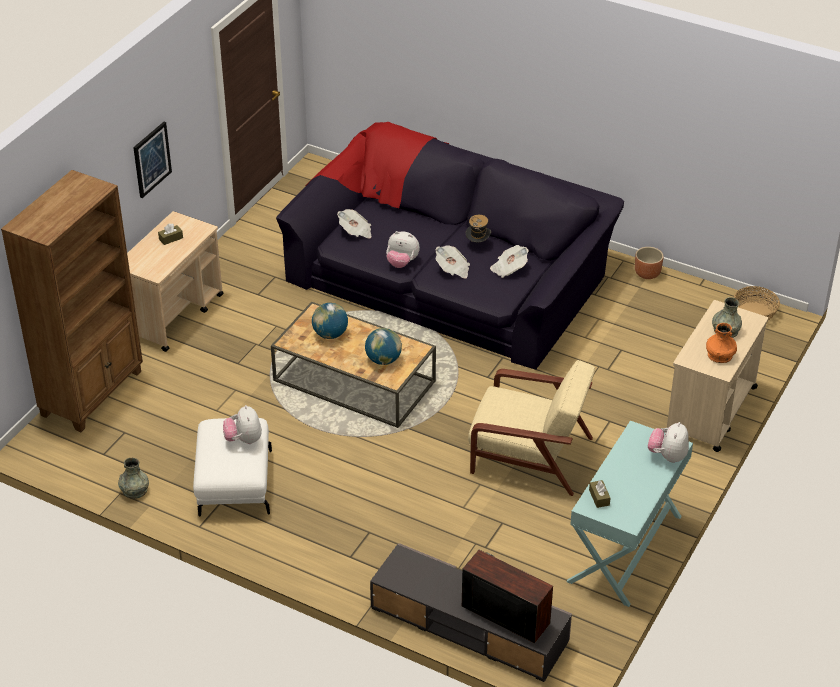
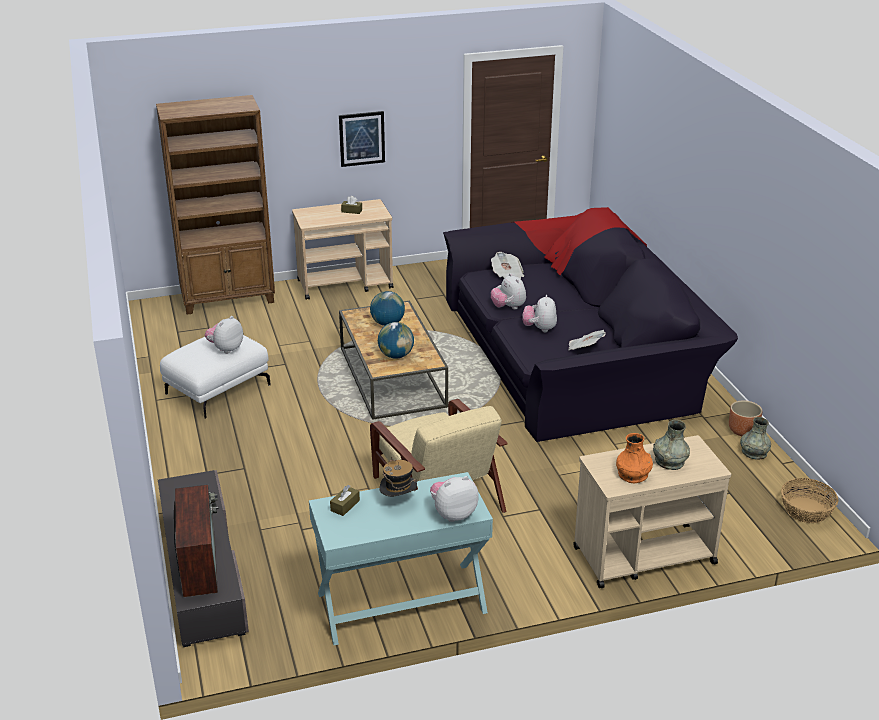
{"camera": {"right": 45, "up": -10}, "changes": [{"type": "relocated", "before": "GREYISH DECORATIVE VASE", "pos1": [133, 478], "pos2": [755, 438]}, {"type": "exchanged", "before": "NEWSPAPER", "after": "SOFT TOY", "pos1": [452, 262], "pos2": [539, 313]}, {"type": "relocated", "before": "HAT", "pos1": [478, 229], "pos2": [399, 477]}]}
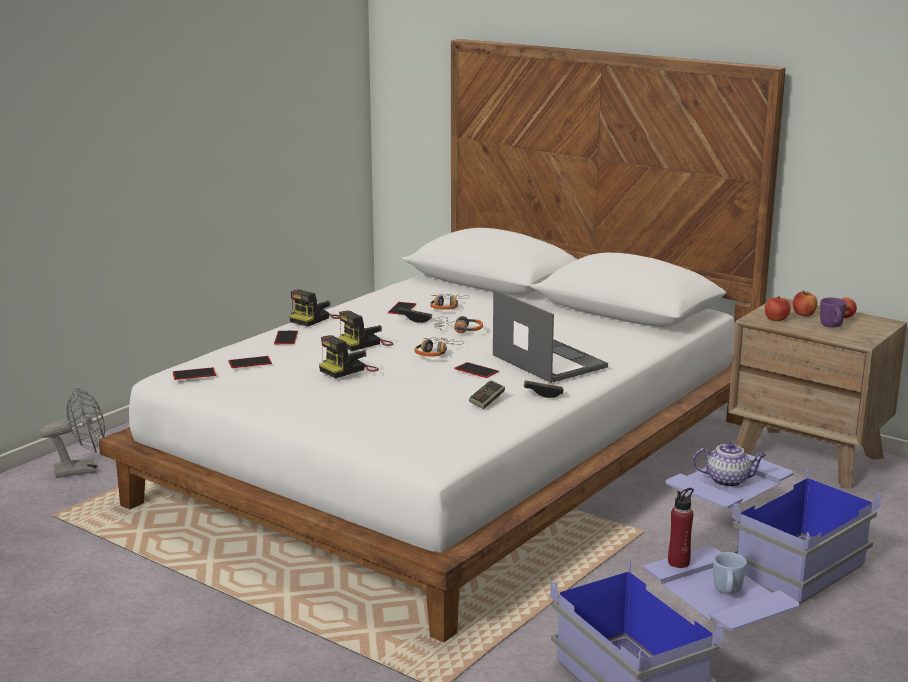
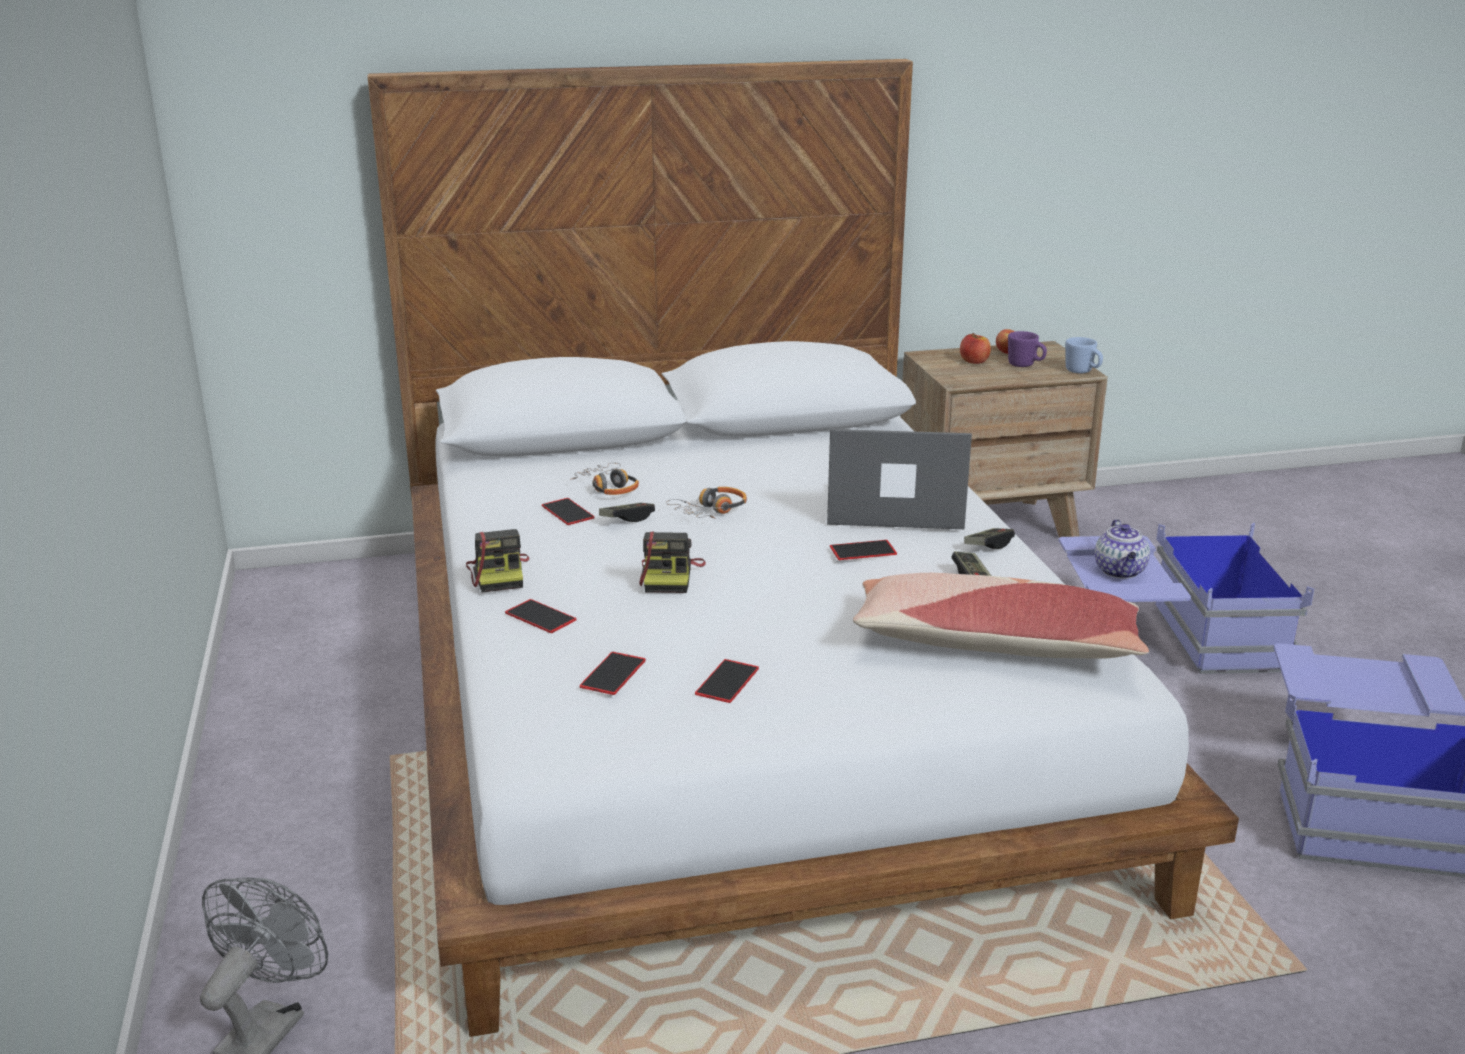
{"camera": {"right": -50, "up": 5}, "changes": [{"type": "relocated", "before": "HANDSET", "pos1": [194, 373], "pos2": [727, 681]}, {"type": "missing", "before": "STILL CAMERA", "pos1": [349, 356]}, {"type": "missing", "before": "HEADSET", "pos1": [439, 346]}, {"type": "missing", "before": "REDDISH DRINK BOTTLE", "pos1": [681, 528]}, {"type": "spun", "before": "TEA POT", "pos1": [729, 464], "pos2": [1122, 549], "turn": 135}, {"type": "relocated", "before": "BLUISH MUG", "pos1": [730, 573], "pos2": [1084, 355]}, {"type": "missing", "before": "WHOLE APPLE", "pos1": [778, 308]}, {"type": "appeared", "after": "THROW PILLOW", "pos2": [1001, 616]}]}
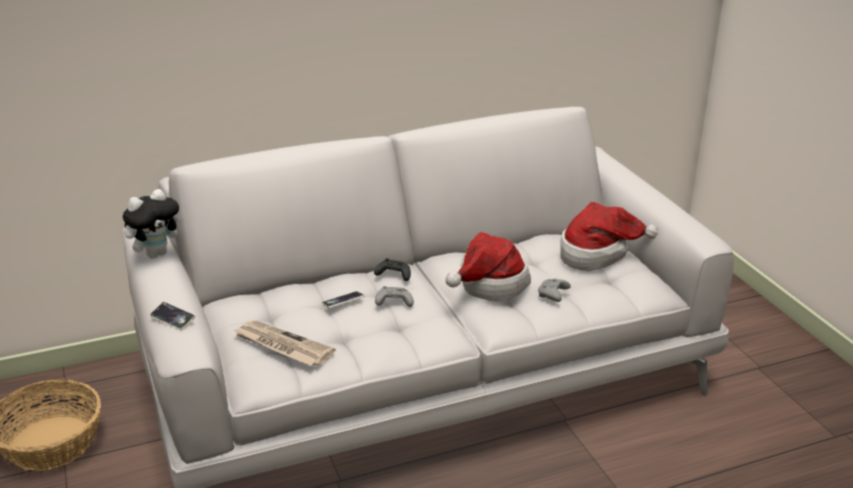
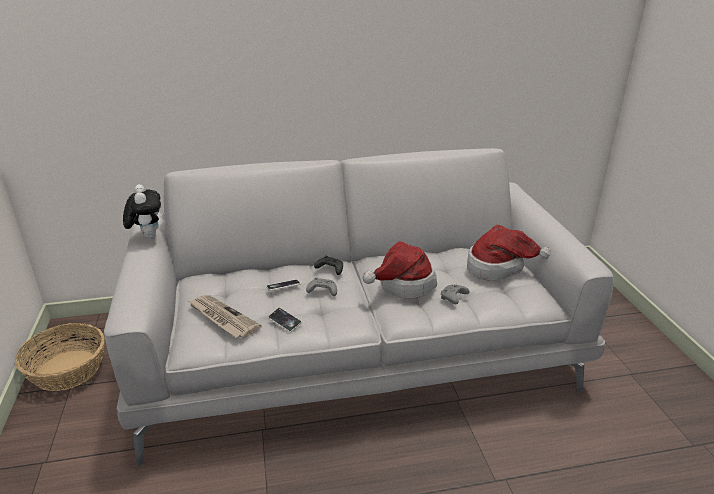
{"camera": {"right": 10, "up": 0}, "changes": [{"type": "spun", "before": "SOFT TOY", "pos1": [152, 223], "pos2": [142, 211], "turn": -75}, {"type": "relocated", "before": "HANDSET", "pos1": [172, 316], "pos2": [285, 320]}]}
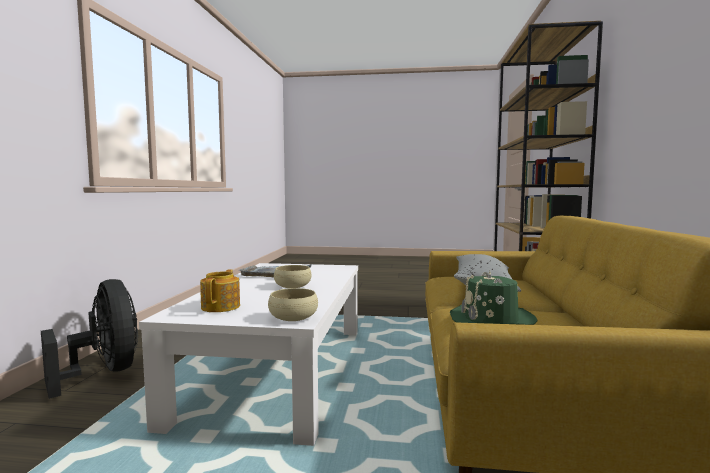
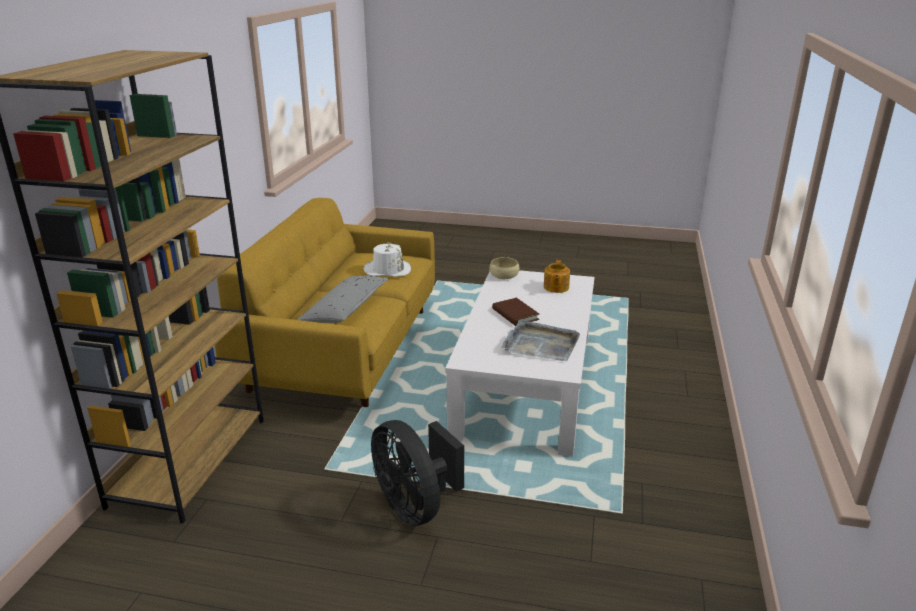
{"camera": {"right": -175, "up": 20}, "changes": [{"type": "relocated", "before": "BLACK-COLOURED FAN", "pos1": [89, 339], "pos2": [417, 473]}, {"type": "exchanged", "before": "BEIGE-COLOURED BOWL", "after": "BROWNISH VOLUME", "pos1": [293, 276], "pos2": [515, 312]}, {"type": "colour", "before": "GREENISH HAT", "after": "WHITE-COLOURED HAT", "pos1": [494, 298], "pos2": [387, 259]}]}
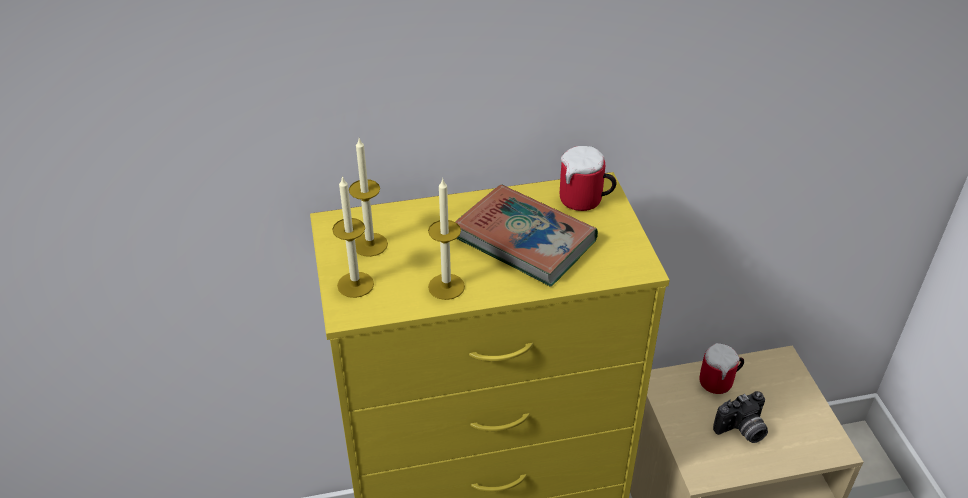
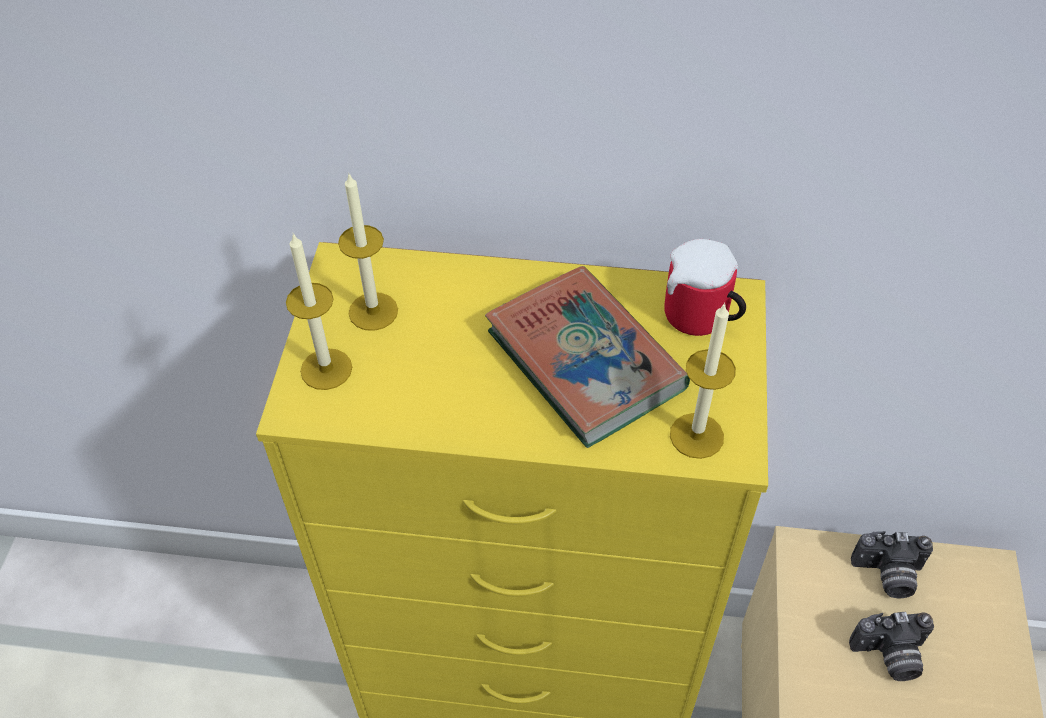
{"camera": {"right": 20, "up": 10}, "changes": [{"type": "relocated", "before": "WAX LIGHT", "pos1": [446, 239], "pos2": [703, 380]}, {"type": "exchanged", "before": "MUG", "after": "STILL CAMERA", "pos1": [721, 368], "pos2": [892, 564]}]}
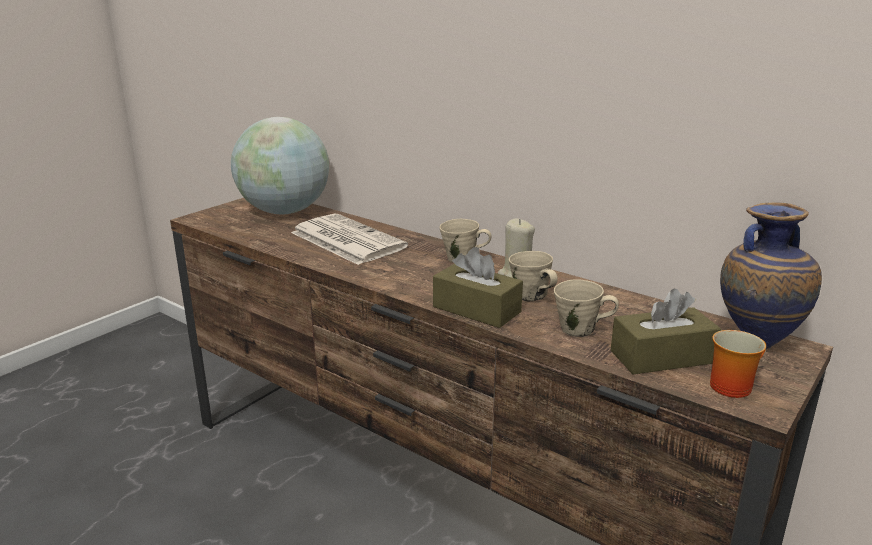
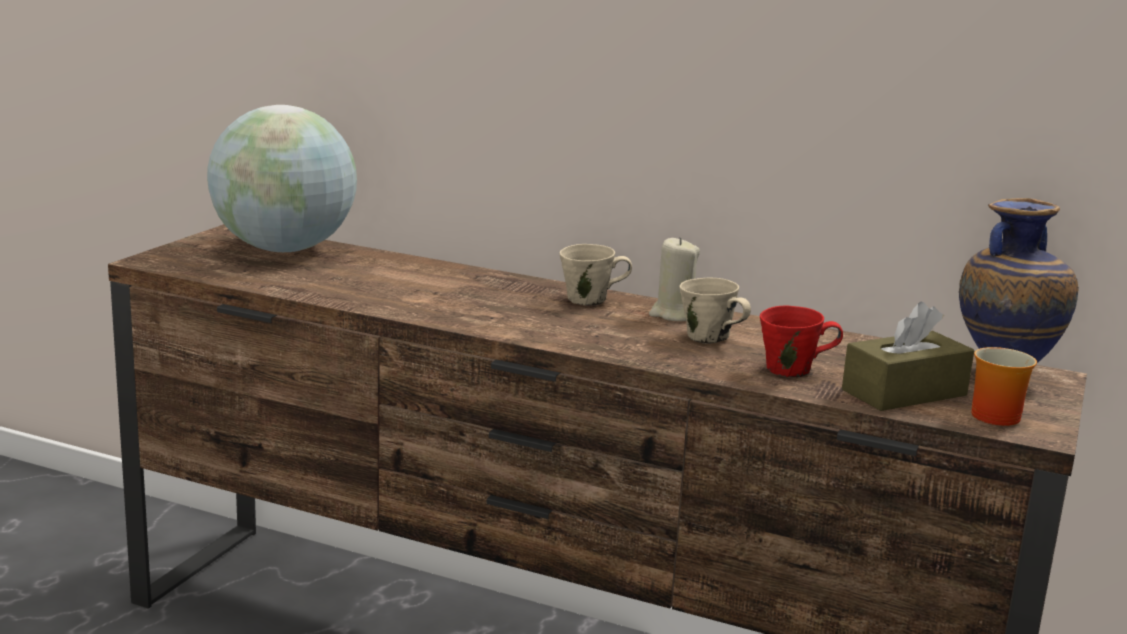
{"camera": {"right": -15, "up": -5}, "changes": [{"type": "missing", "before": "NEWSPAPER", "pos1": [349, 239]}, {"type": "missing", "before": "BROWNISH BOX OF TISSUES", "pos1": [478, 287]}, {"type": "colour", "before": "BEIGE-COLOURED MUG", "after": "REDDISH MUG", "pos1": [586, 308], "pos2": [801, 341]}]}
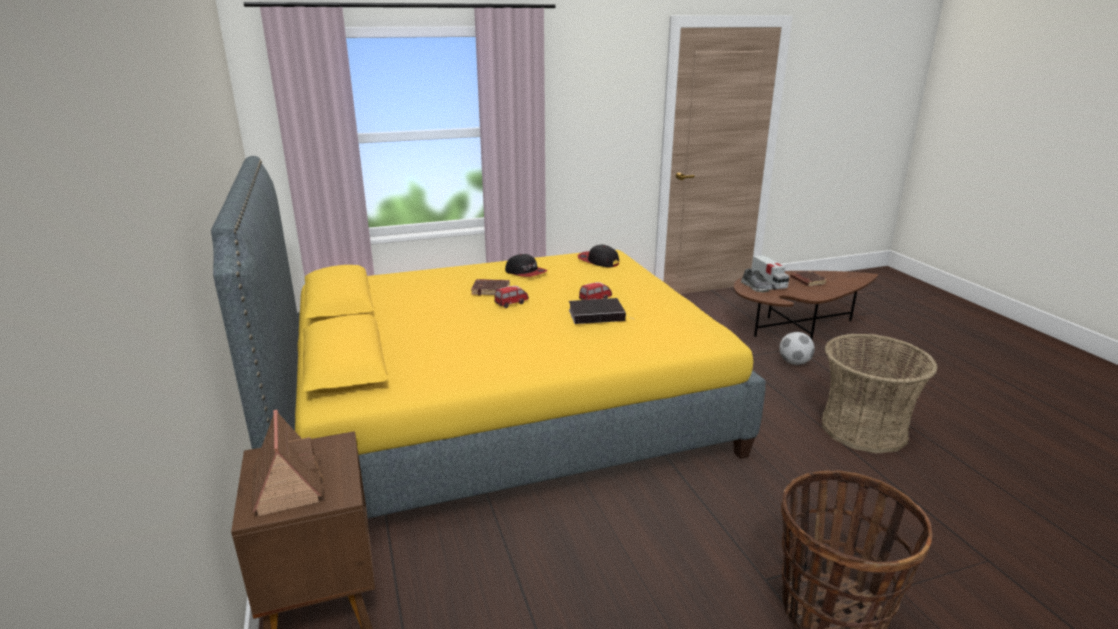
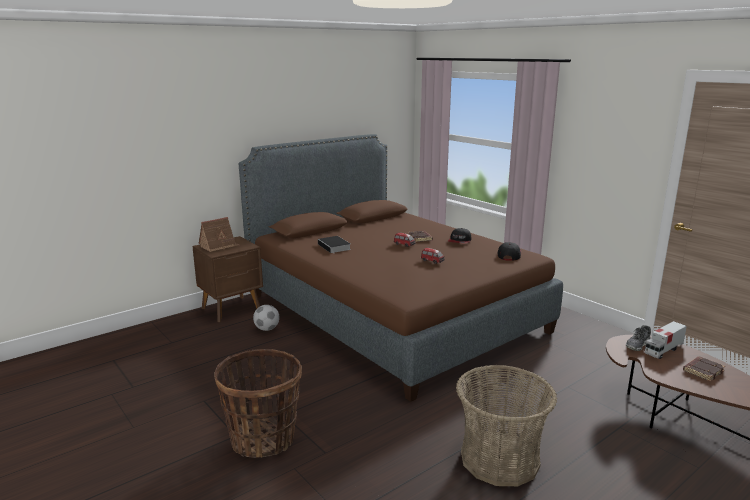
{"camera": {"right": 70, "up": -5}, "changes": [{"type": "colour", "before": "YELLOW-COLOURED BEDROOM BED", "after": "BROWNISH BEDROOM BED", "pos1": [488, 337], "pos2": [401, 268]}, {"type": "relocated", "before": "VOLUME", "pos1": [600, 311], "pos2": [334, 245]}, {"type": "relocated", "before": "FOOTBALL BALL", "pos1": [797, 348], "pos2": [266, 318]}]}
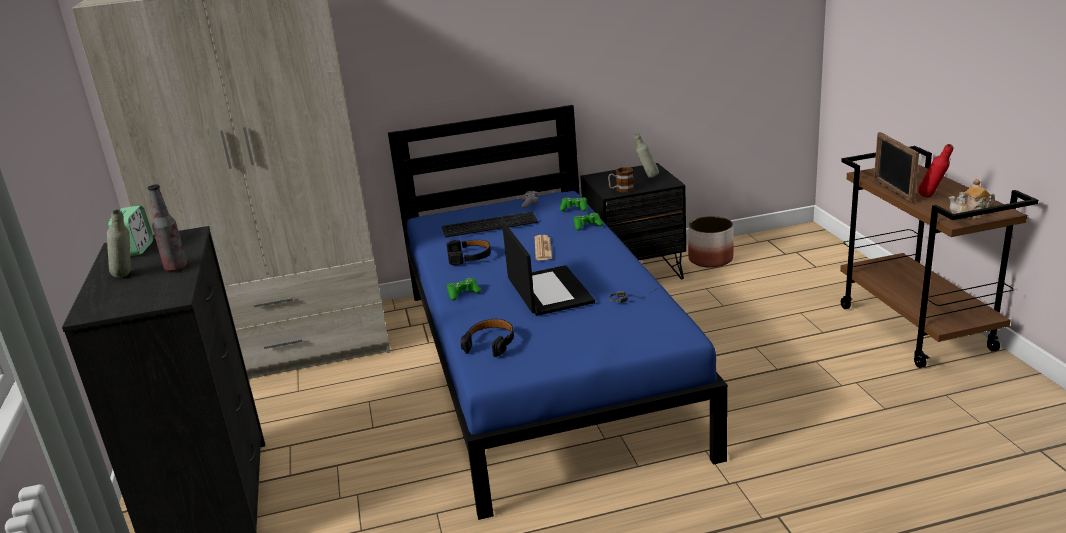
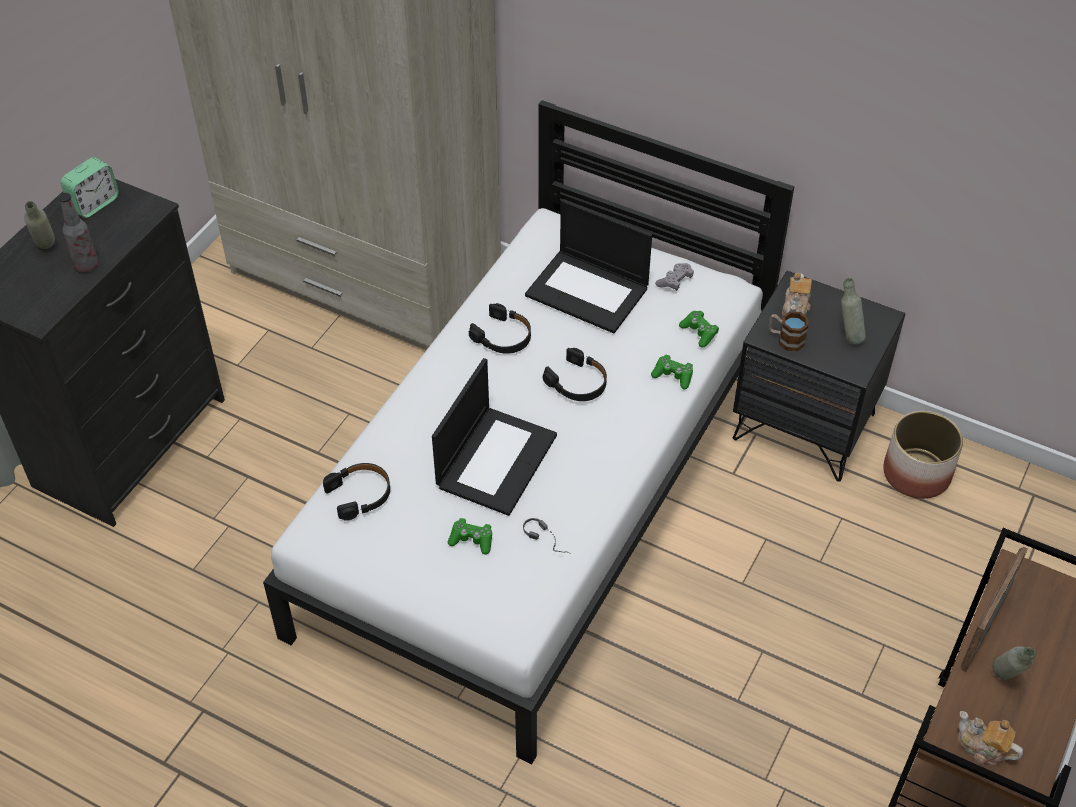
{"camera": {"right": 40, "up": 25}, "changes": [{"type": "colour", "before": "BLUISH BEDROOM BED", "after": "WHITE-COLOURED BEDROOM BED", "pos1": [558, 312], "pos2": [528, 432]}, {"type": "exchanged", "before": "PC KEYBOARD", "after": "LAPTOP", "pos1": [490, 225], "pos2": [588, 266]}, {"type": "relocated", "before": "GREENISH GAMEPAD", "pos1": [464, 289], "pos2": [470, 536]}, {"type": "exchanged", "before": "NEWSPAPER", "after": "BLACK-COLOURED HEADSET", "pos1": [543, 247], "pos2": [575, 374]}, {"type": "colour", "before": "REDDISH DRINK BOTTLE", "after": "GREYISH DRINK BOTTLE", "pos1": [935, 170], "pos2": [1014, 663]}, {"type": "appeared", "after": "TEA POT", "pos2": [797, 294]}]}
